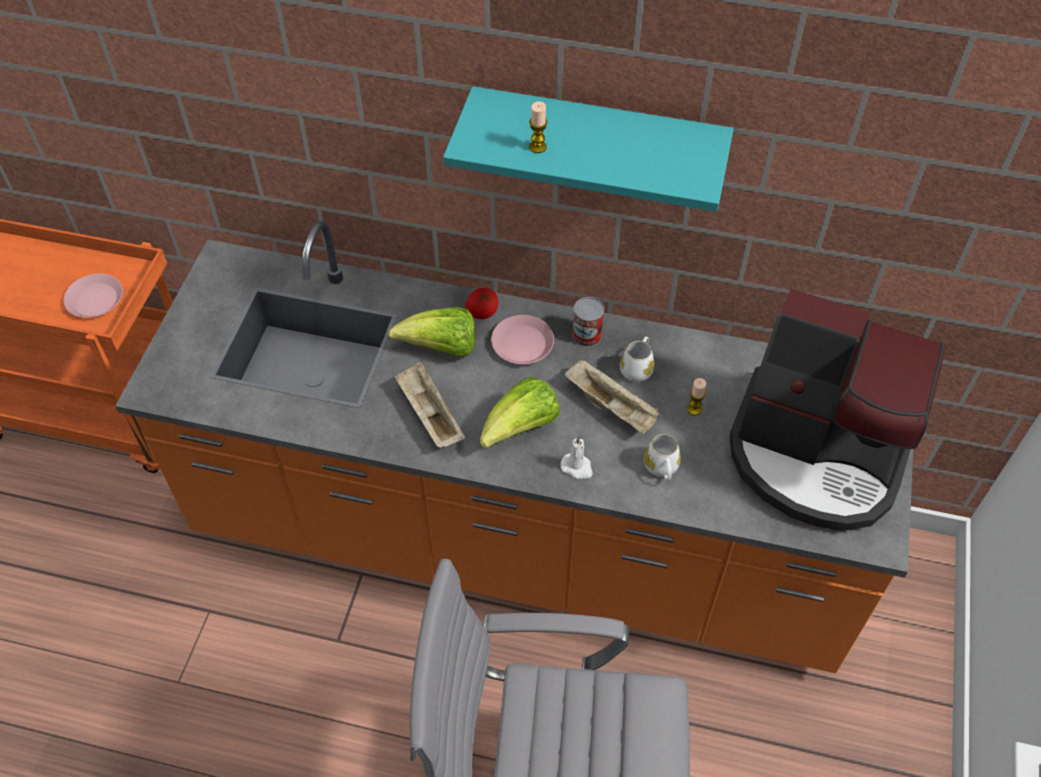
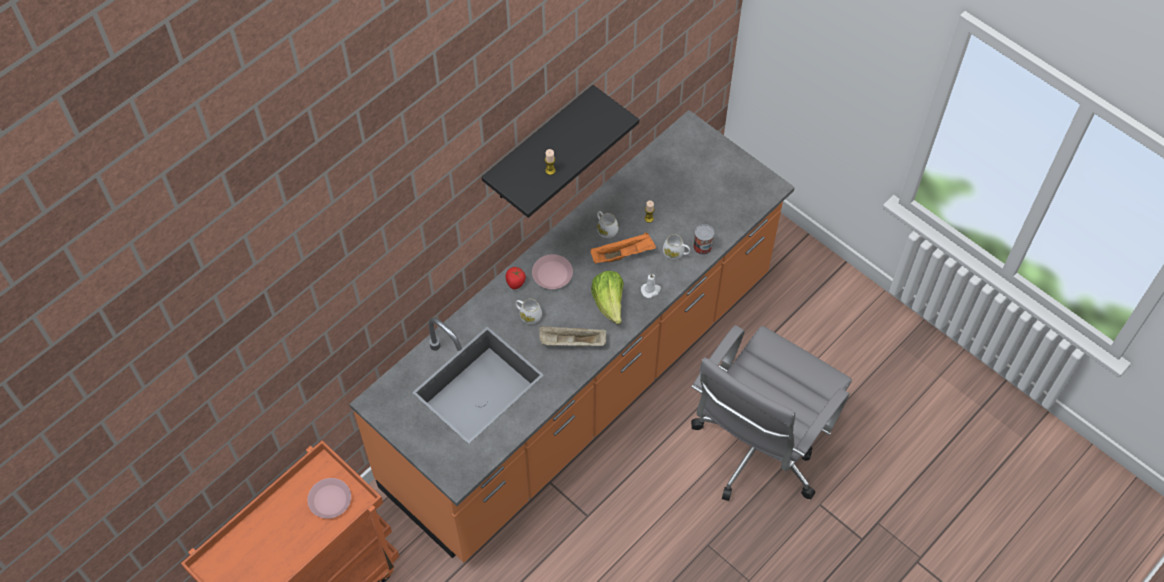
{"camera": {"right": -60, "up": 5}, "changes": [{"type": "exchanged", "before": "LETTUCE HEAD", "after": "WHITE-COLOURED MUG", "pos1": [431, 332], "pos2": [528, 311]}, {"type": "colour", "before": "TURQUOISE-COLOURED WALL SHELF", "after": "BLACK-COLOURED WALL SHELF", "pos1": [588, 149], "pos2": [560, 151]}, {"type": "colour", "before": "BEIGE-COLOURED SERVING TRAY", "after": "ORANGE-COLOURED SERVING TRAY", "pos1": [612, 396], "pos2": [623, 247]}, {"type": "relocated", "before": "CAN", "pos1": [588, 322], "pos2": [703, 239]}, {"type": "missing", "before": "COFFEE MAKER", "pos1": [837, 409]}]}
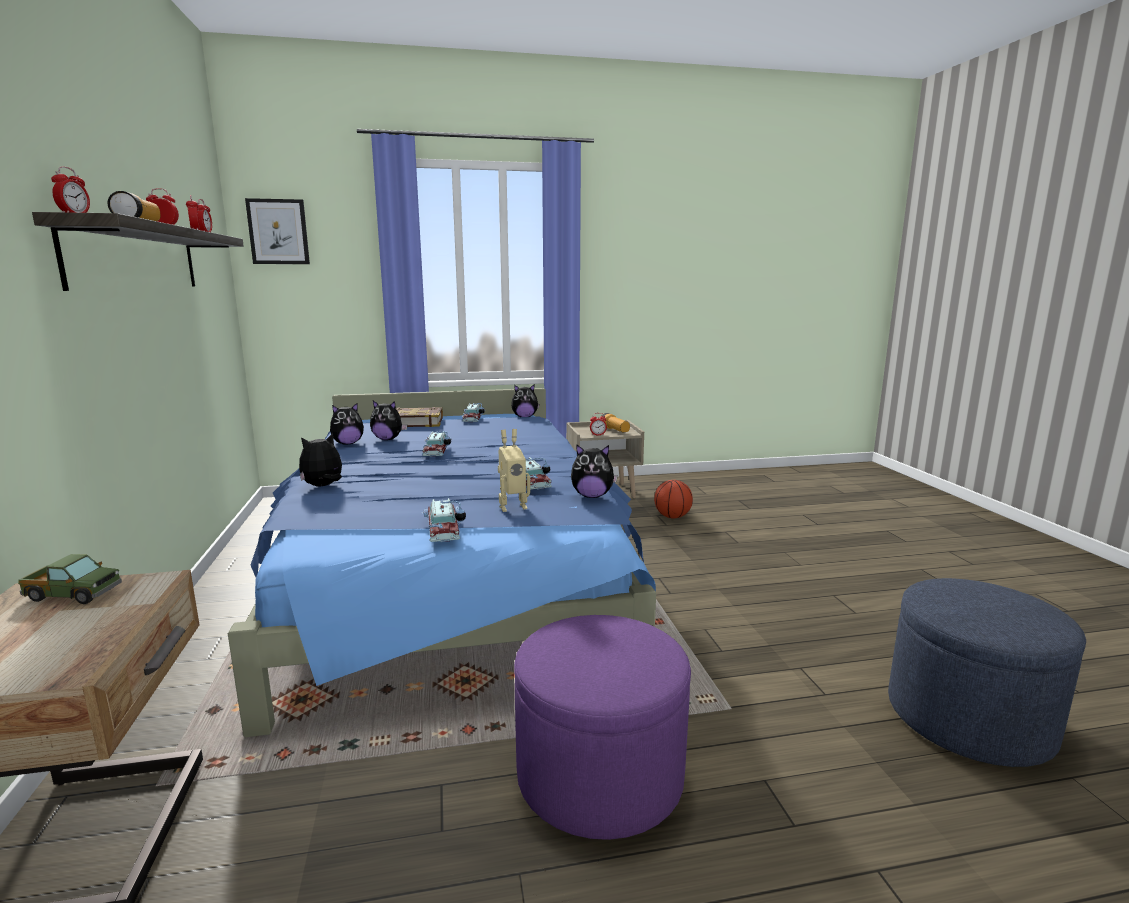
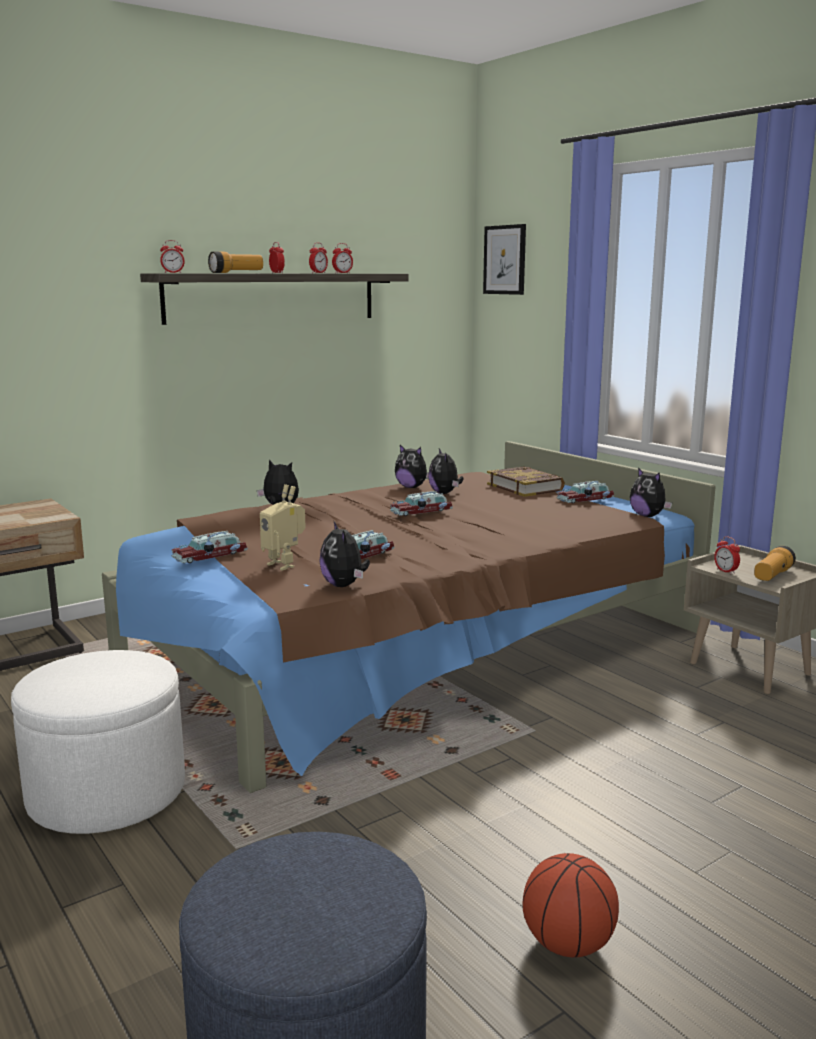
{"camera": {"right": 65, "up": 0}, "changes": [{"type": "missing", "before": "MODEL TRUCK", "pos1": [70, 579]}, {"type": "colour", "before": "BLUISH BEDROOM BED", "after": "BROWNISH BEDROOM BED", "pos1": [442, 562], "pos2": [409, 617]}, {"type": "colour", "before": "PURPLE OTTOMAN", "after": "WHITE-COLOURED OTTOMAN", "pos1": [602, 727], "pos2": [98, 742]}, {"type": "relocated", "before": "BASKETBALL BALL", "pos1": [673, 499], "pos2": [571, 905]}]}
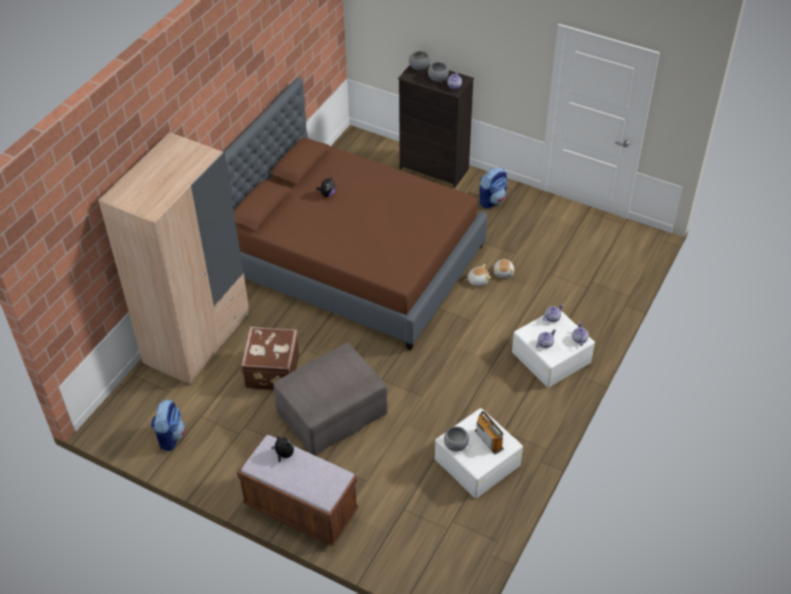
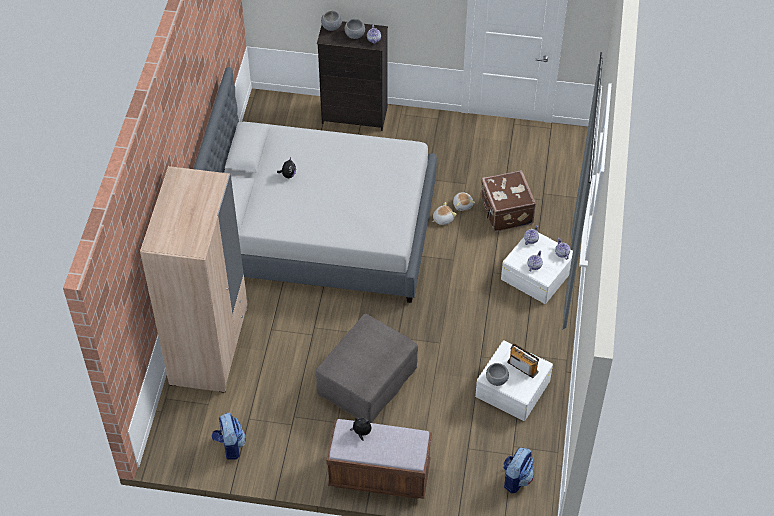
{"camera": {"right": -20, "up": 5}, "changes": [{"type": "colour", "before": "BROWNISH BEDROOM BED", "after": "GREYISH BEDROOM BED", "pos1": [356, 213], "pos2": [315, 185]}, {"type": "relocated", "before": "BROWNISH SUITCASE", "pos1": [270, 359], "pos2": [508, 201]}, {"type": "relocated", "before": "BACKPACK", "pos1": [493, 188], "pos2": [518, 470]}]}
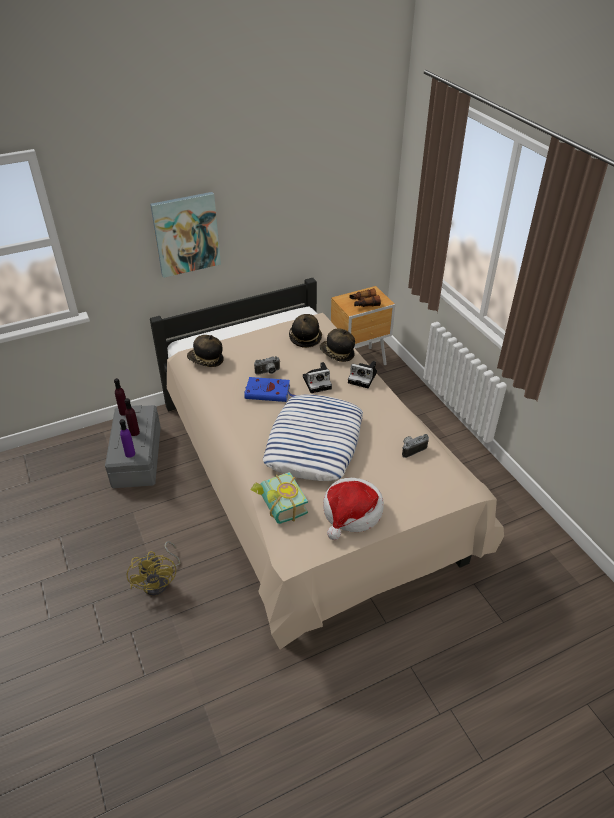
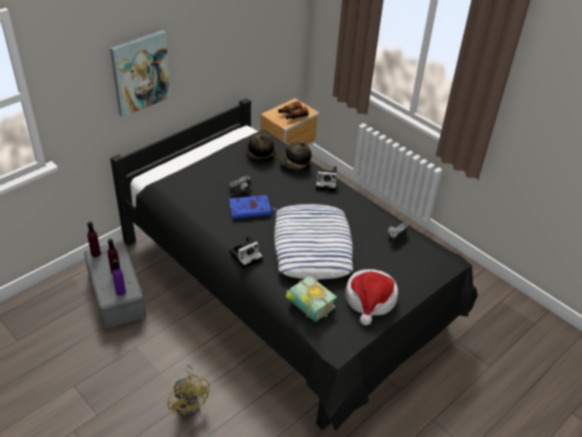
{"camera": {"right": -20, "up": 0}, "changes": [{"type": "colour", "before": "BEIGE-COLOURED BEDROOM BED", "after": "BLACK-COLOURED BEDROOM BED", "pos1": [327, 463], "pos2": [294, 264]}, {"type": "missing", "before": "HAT", "pos1": [205, 351]}, {"type": "relocated", "before": "STILL CAMERA", "pos1": [317, 377], "pos2": [246, 252]}]}
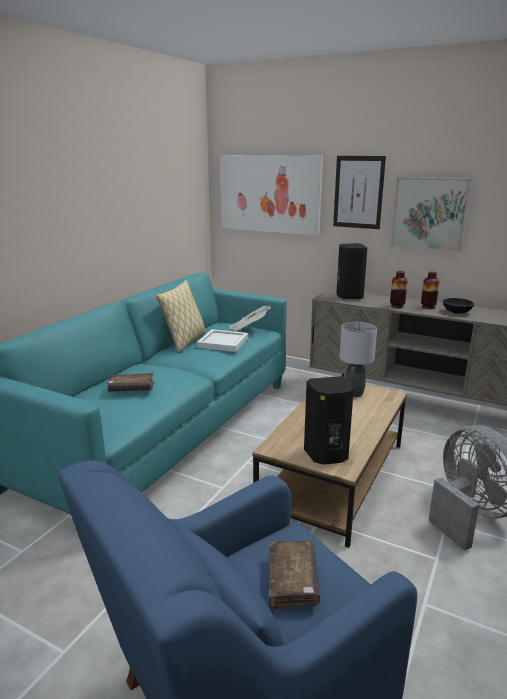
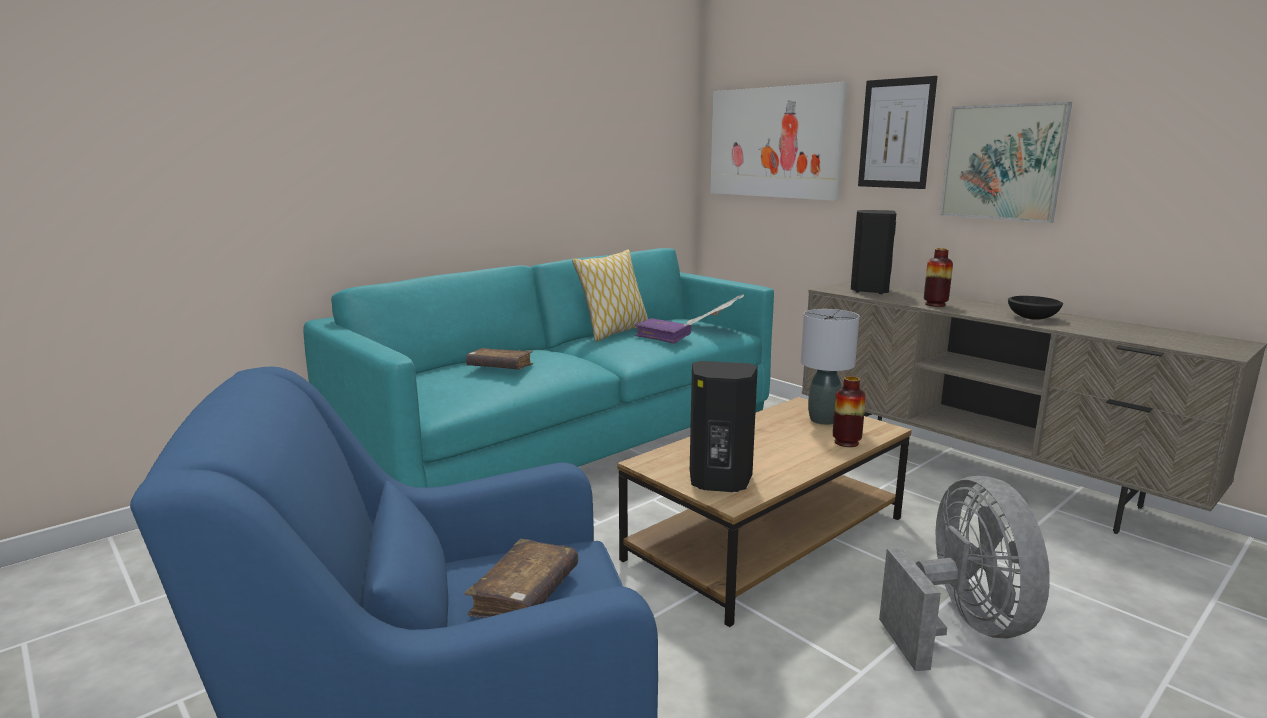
{"camera": {"right": 20, "up": -5}, "changes": [{"type": "exchanged", "before": "WHITE-COLOURED SERVING TRAY", "after": "PURPLE VOLUME", "pos1": [222, 340], "pos2": [663, 331]}, {"type": "relocated", "before": "DECORATIVE VASE", "pos1": [430, 290], "pos2": [849, 411]}]}
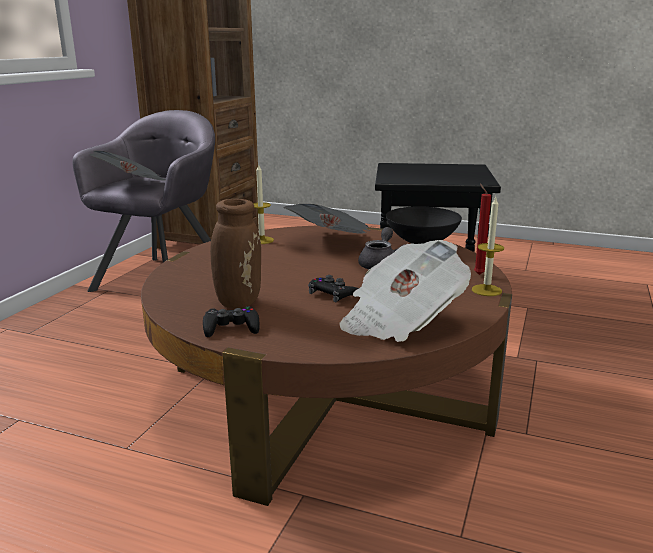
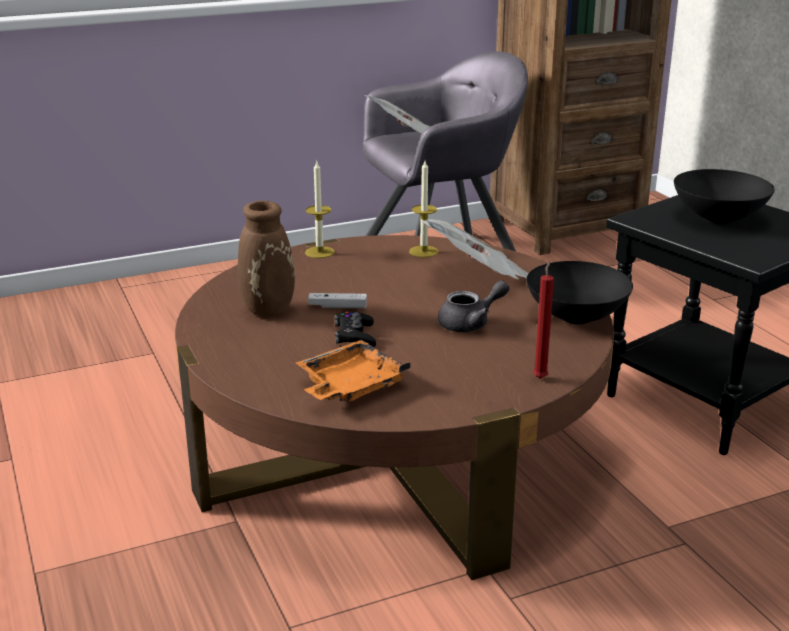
{"camera": {"right": 45, "up": 5}, "changes": [{"type": "missing", "before": "BLACK-COLOURED GAMEPAD", "pos1": [231, 321]}, {"type": "exchanged", "before": "NEWSPAPER", "after": "ORANGE-COLOURED SERVING TRAY", "pos1": [405, 291], "pos2": [353, 371]}, {"type": "relocated", "before": "WAX LIGHT", "pos1": [488, 246], "pos2": [320, 209]}, {"type": "appeared", "after": "WHITE-COLOURED GAMEPAD", "pos2": [337, 300]}, {"type": "appeared", "after": "BLACK-COLOURED BOWL", "pos2": [724, 196]}]}
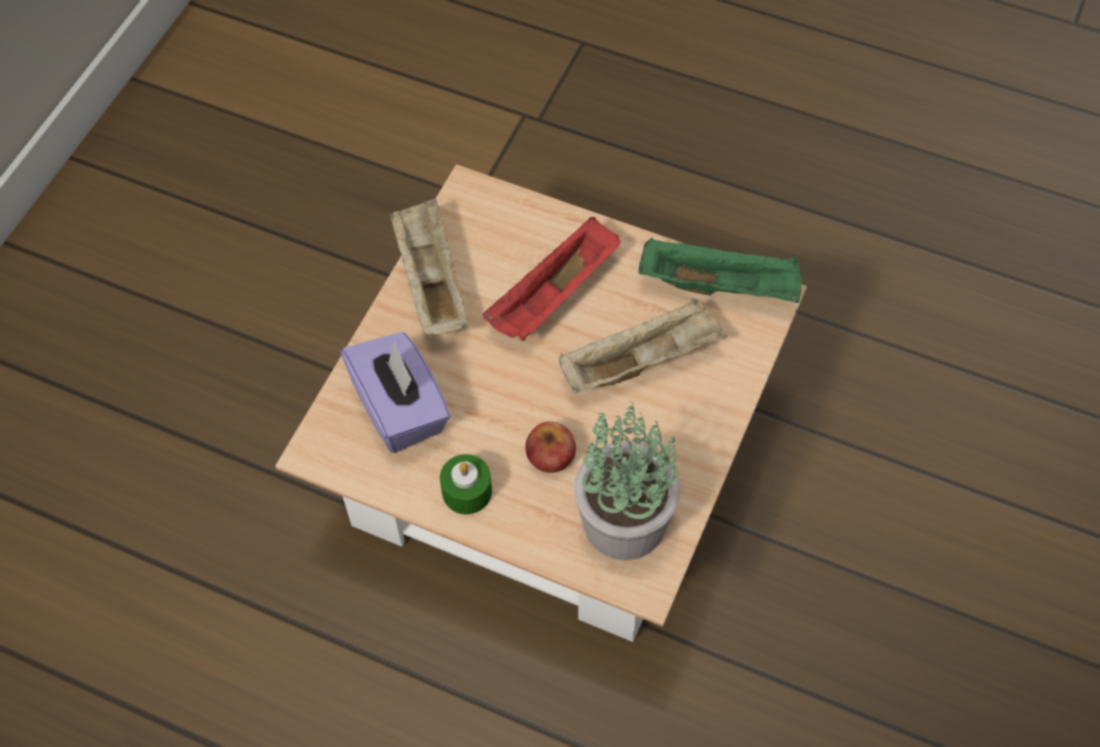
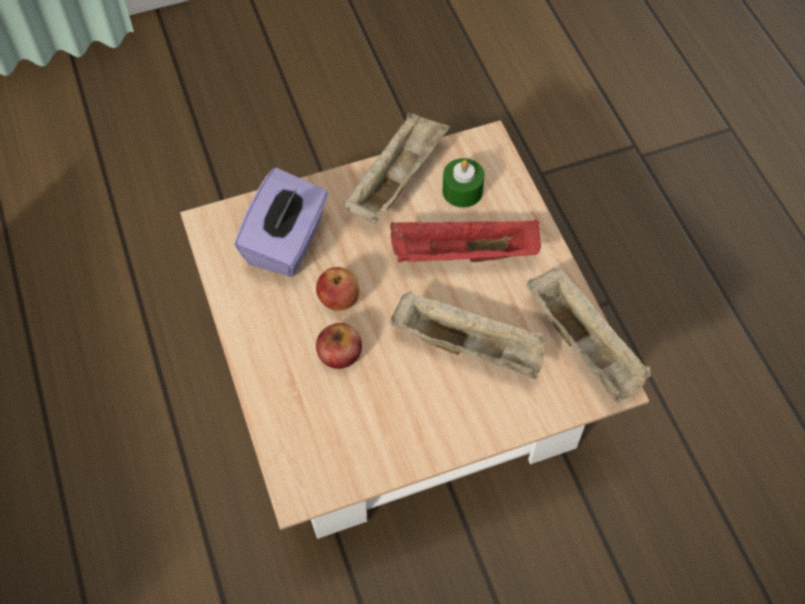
{"camera": {"right": 45, "up": 0}, "changes": [{"type": "relocated", "before": "GREENISH WAX LIGHT", "pos1": [466, 484], "pos2": [463, 183]}, {"type": "missing", "before": "POTTED PLANT", "pos1": [627, 480]}, {"type": "colour", "before": "GREENISH SERVING TRAY", "after": "BEIGE-COLOURED SERVING TRAY", "pos1": [720, 270], "pos2": [588, 335]}, {"type": "appeared", "after": "WHOLE APPLE", "pos2": [337, 289]}]}
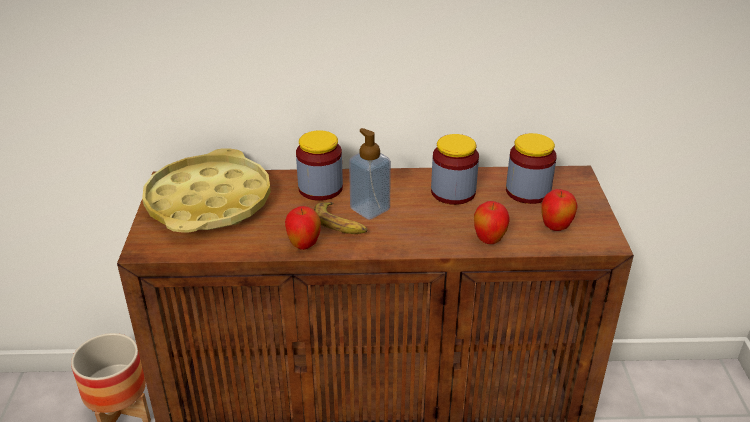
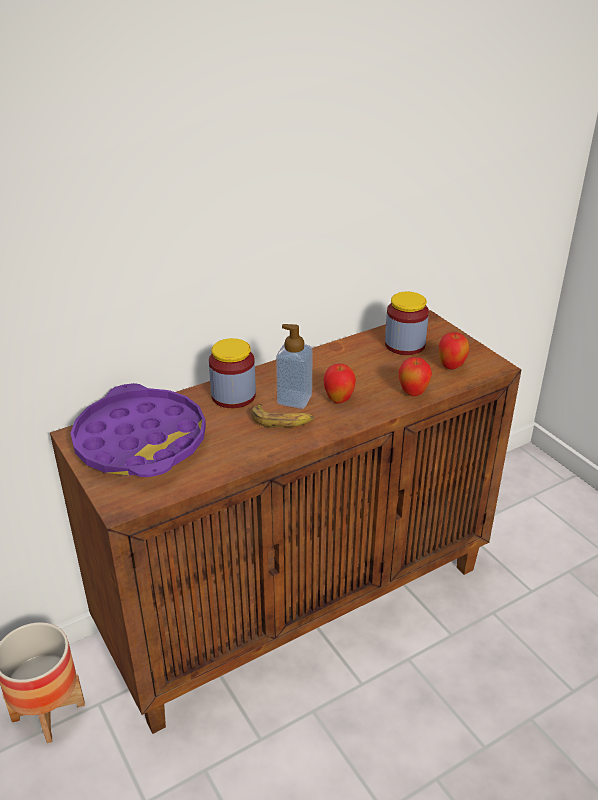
{"camera": {"right": -30, "up": 0}, "changes": [{"type": "colour", "before": "YELLOW-COLOURED SERVING TRAY", "after": "PURPLE SERVING TRAY", "pos1": [206, 190], "pos2": [138, 430]}, {"type": "relocated", "before": "WHOLE APPLE", "pos1": [303, 228], "pos2": [340, 384]}, {"type": "missing", "before": "PRESERVE JAR", "pos1": [455, 169]}]}
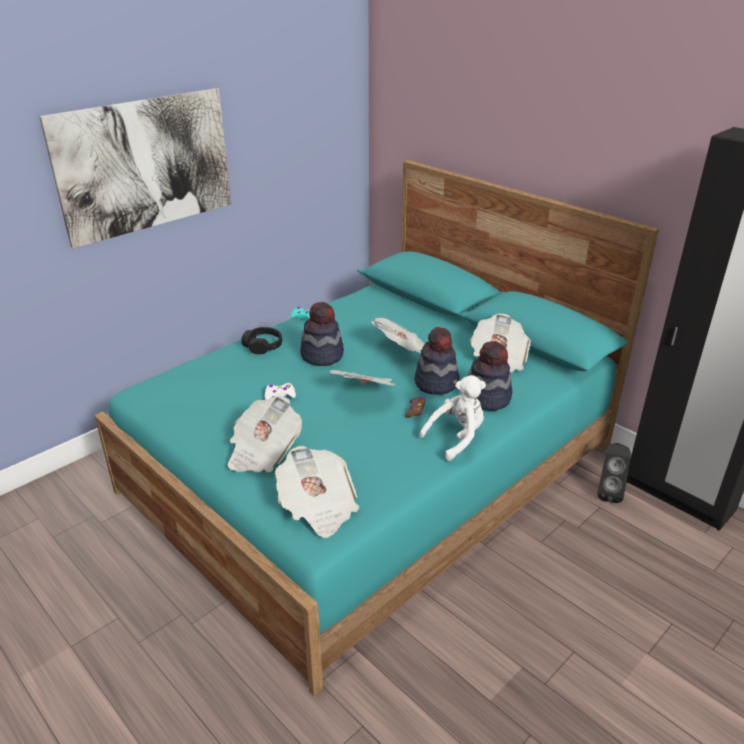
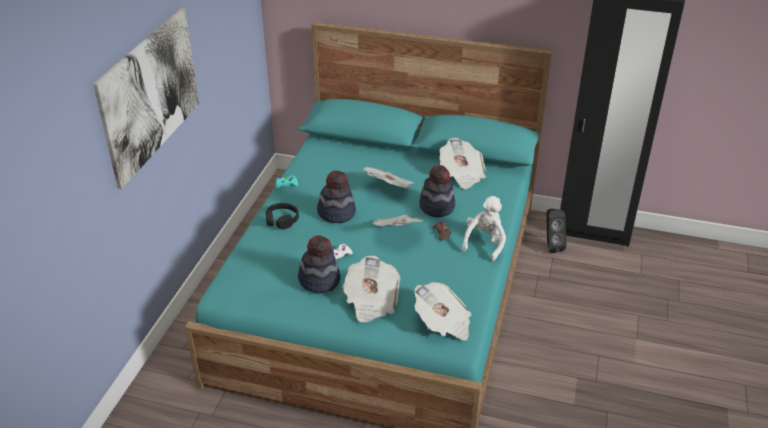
{"camera": {"right": -30, "up": 5}, "changes": [{"type": "relocated", "before": "HAT", "pos1": [490, 376], "pos2": [319, 264]}]}
